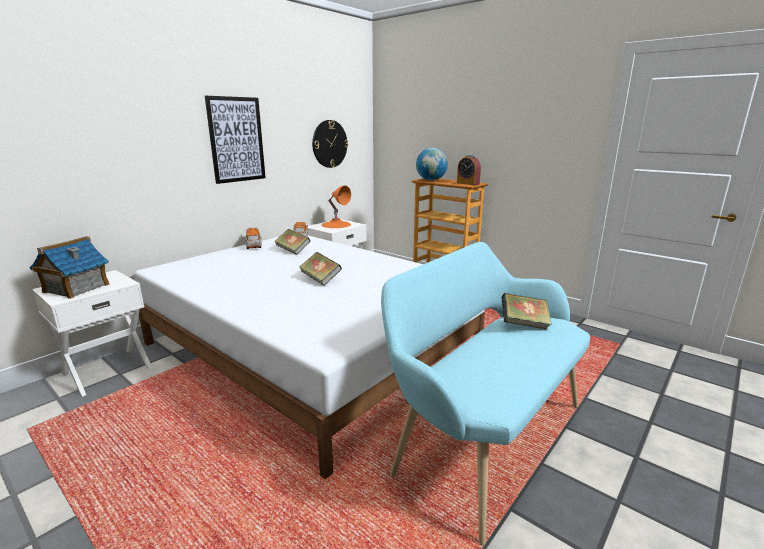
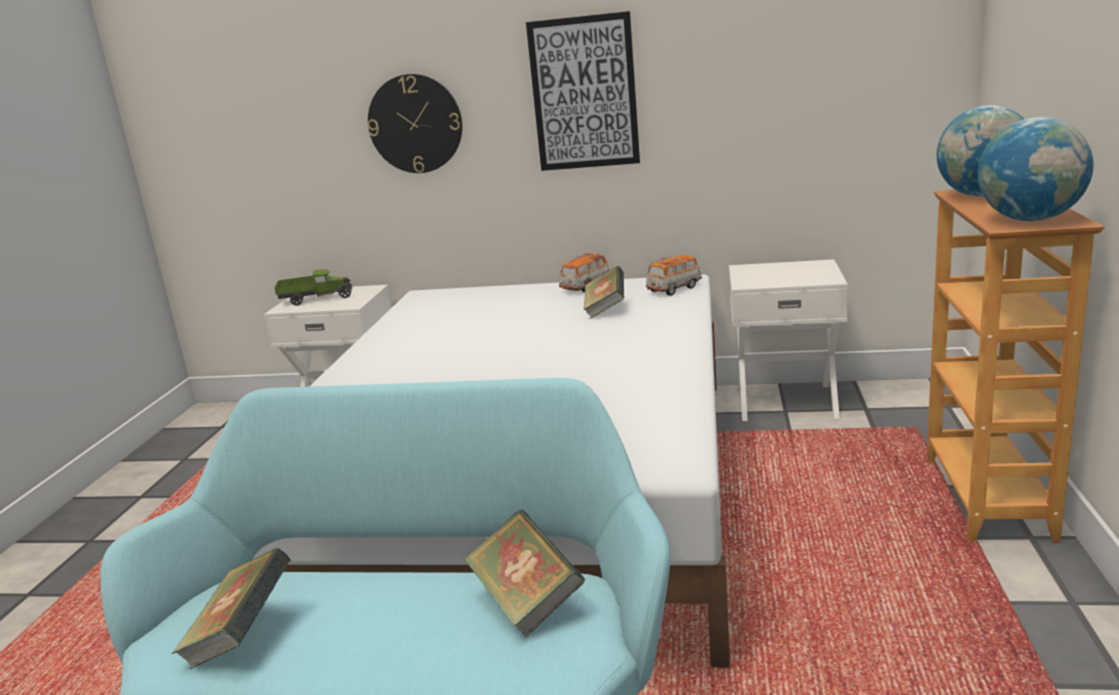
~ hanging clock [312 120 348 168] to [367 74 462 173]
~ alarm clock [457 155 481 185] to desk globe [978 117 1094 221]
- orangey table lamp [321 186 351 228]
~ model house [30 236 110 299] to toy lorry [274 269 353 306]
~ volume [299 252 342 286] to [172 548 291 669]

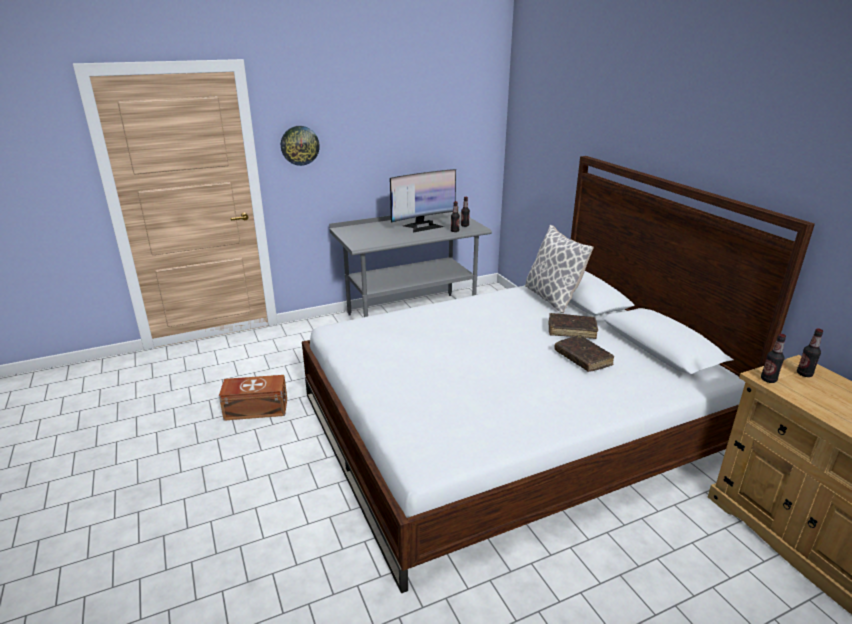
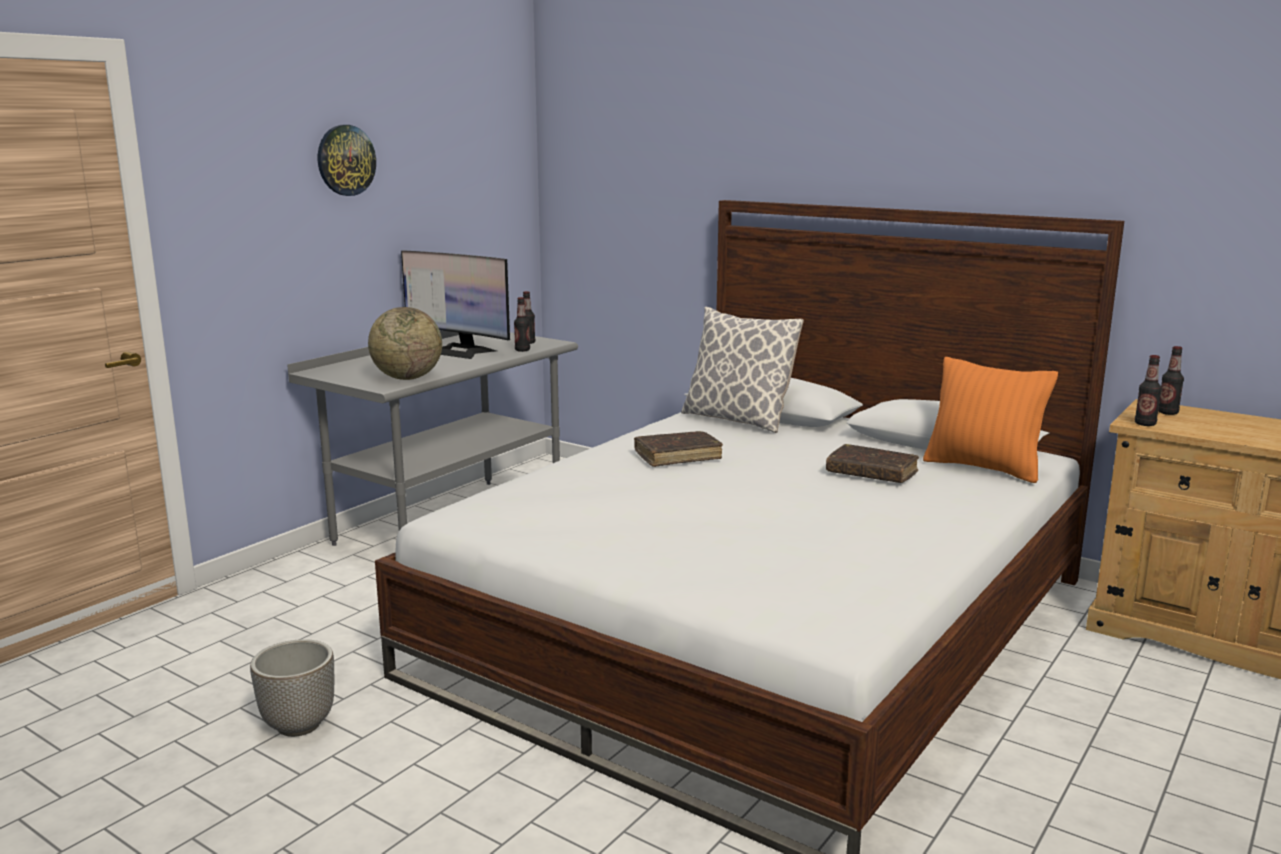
~ hanging clock [281 126 320 166] to [318 125 376 196]
~ monitor [390 169 456 232] = [401 250 510 359] 90 degrees clockwise
~ brown-coloured volume [549 313 598 339] to [634 431 723 467]
~ brown-coloured storage bin [219 375 287 421] to flower pot [250 639 334 737]
+ desk globe [368 307 442 380]
+ orangey pillow [923 357 1058 483]

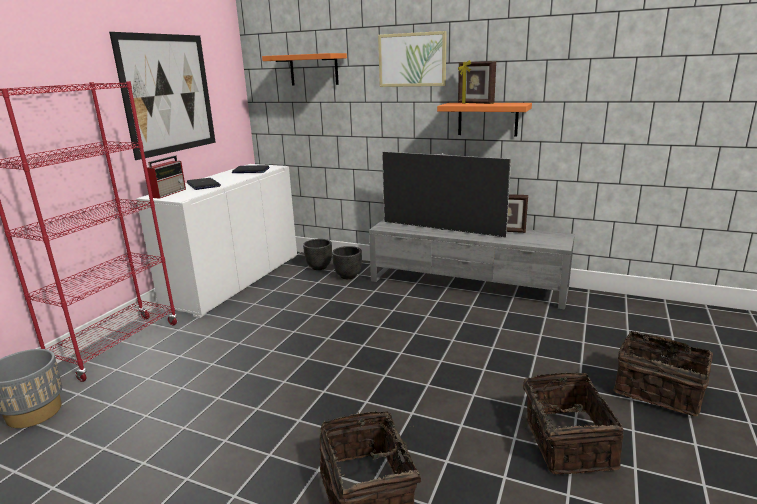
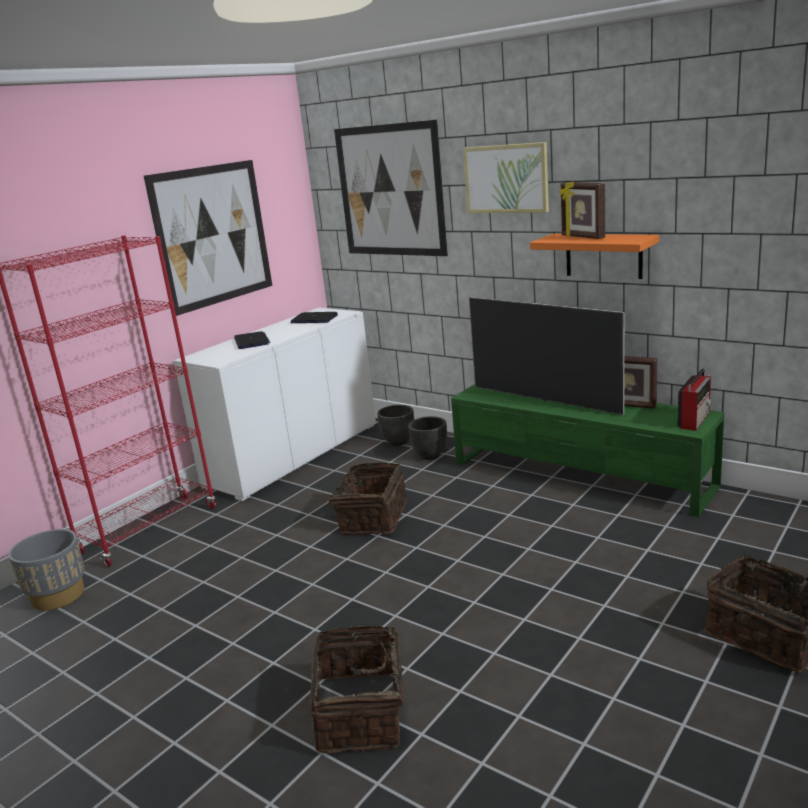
~ orangey shelf [262 53 347 86] to wall picture [334 120 448 256]
~ radio set [147 156 186 199] to [677 368 711 431]
~ grey tv stand [369 219 575 310] to green-coloured tv stand [451 384 725 517]
~ storage basket [523 373 624 474] to [323 462 407 535]

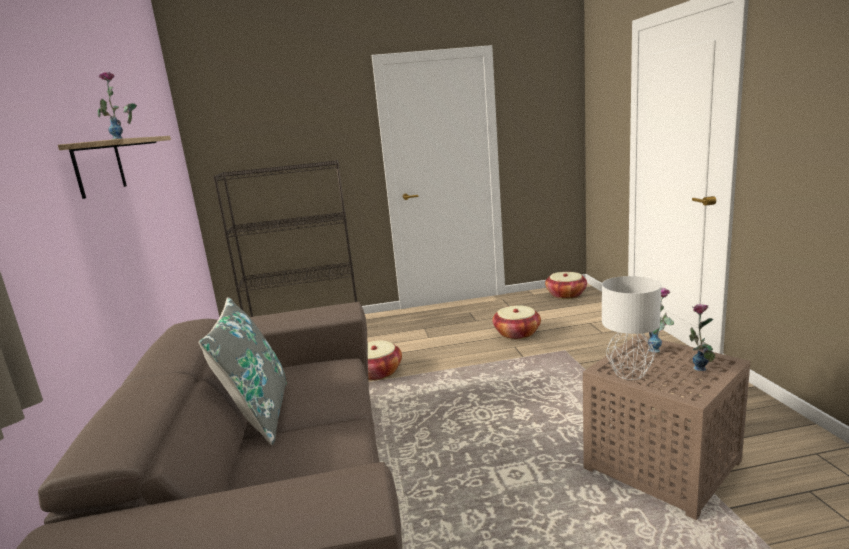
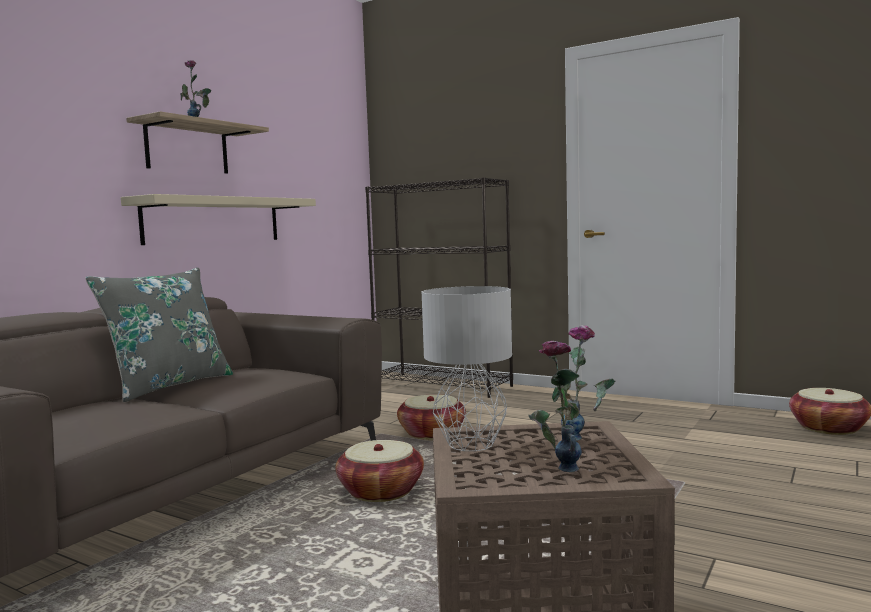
~ storage basket [492 305 541 339] to [335 440 424 502]
+ beige shelf [121 194 316 245]

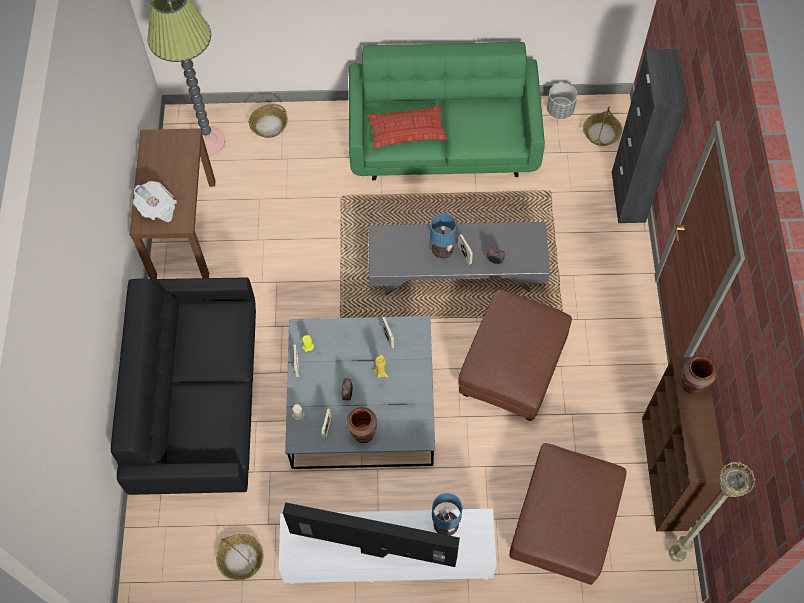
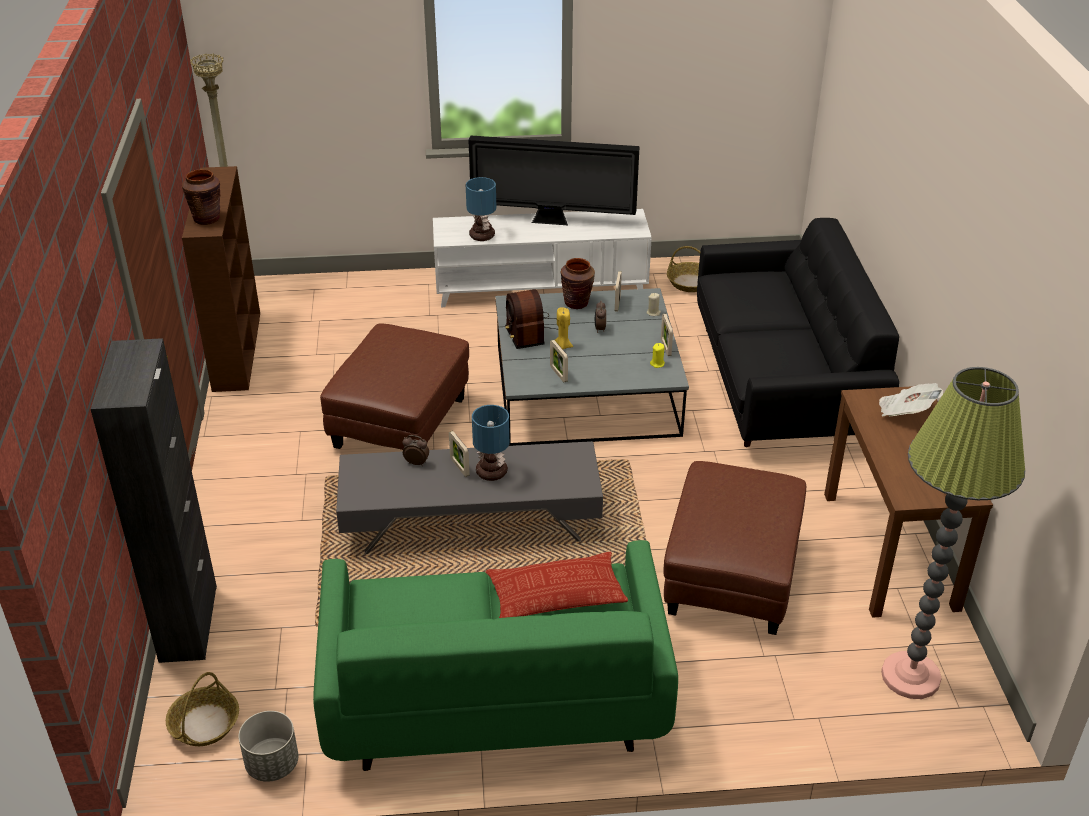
- storage basket [249 104 288 138]
~ brown-coloured pouffe [509 443 627 585] to [663 461 806 635]
+ radio set [505 289 556 349]

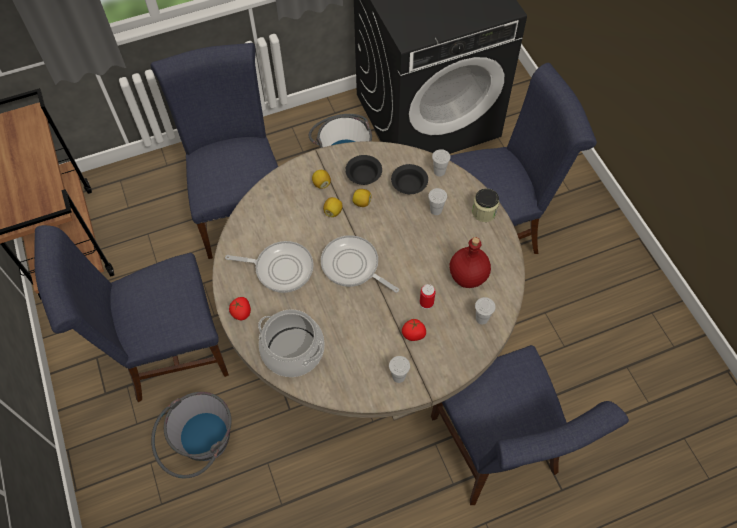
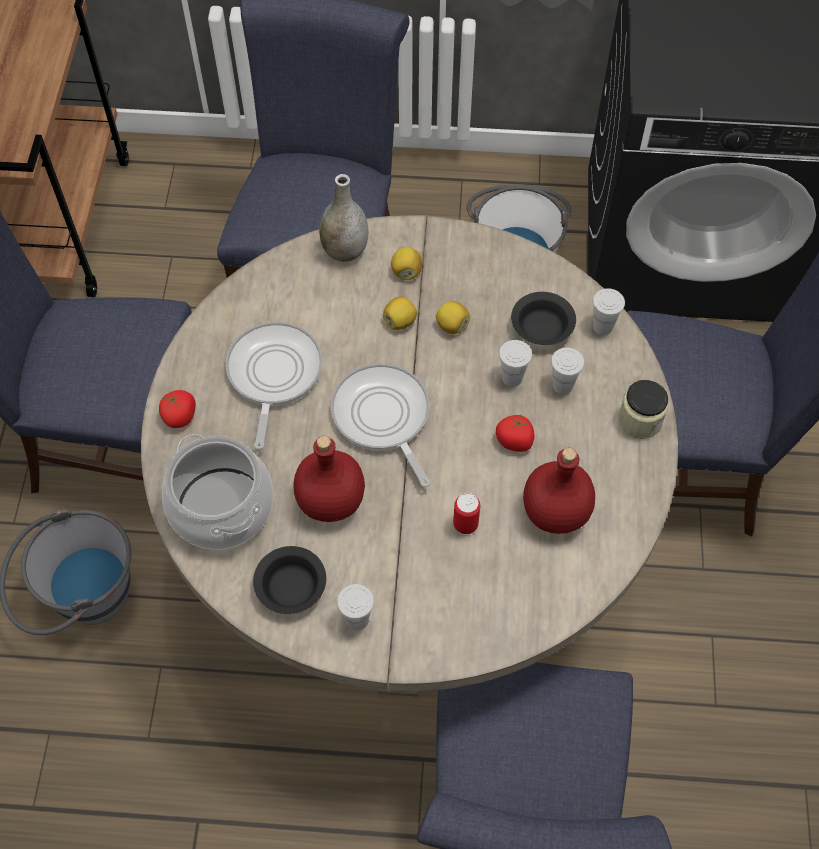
~ black-coloured bowl [345 155 382 185] to [253 546 326 614]
~ pan [225 241 314 293] = [226 322 322 450] 120 degrees counterclockwise
~ white cup [475 297 496 325] to [499 340 532 387]
~ tomato [402 319 426 341] to [496 415 535 452]
+ grey vase [319 174 368 262]
+ red-coloured beverage bottle [293 436 365 522]

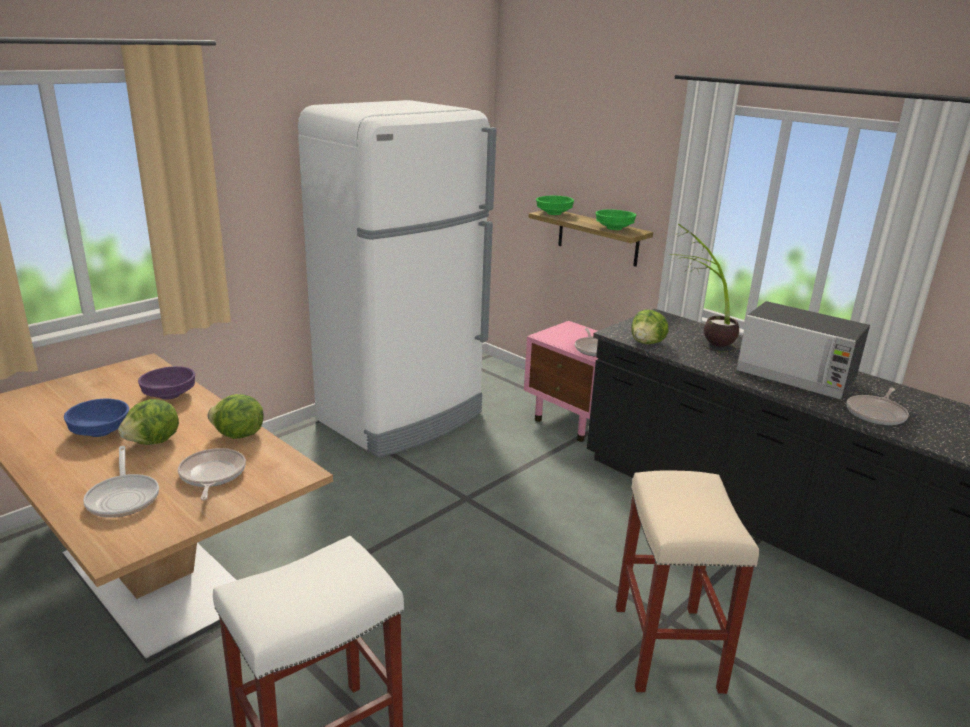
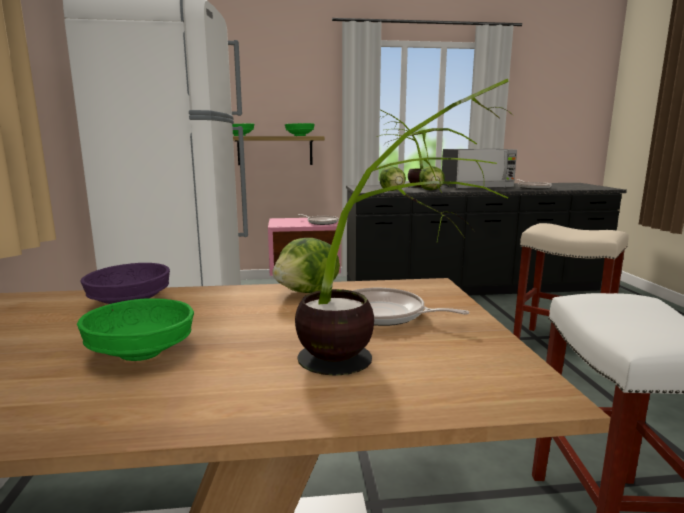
~ bluish bowl [64 399 129 437] to green-coloured bowl [77 299 194 361]
~ head of lettuce [118 399 179 445] to [419 166 445 190]
~ pan [83 446 159 518] to potted plant [295 78 514 376]

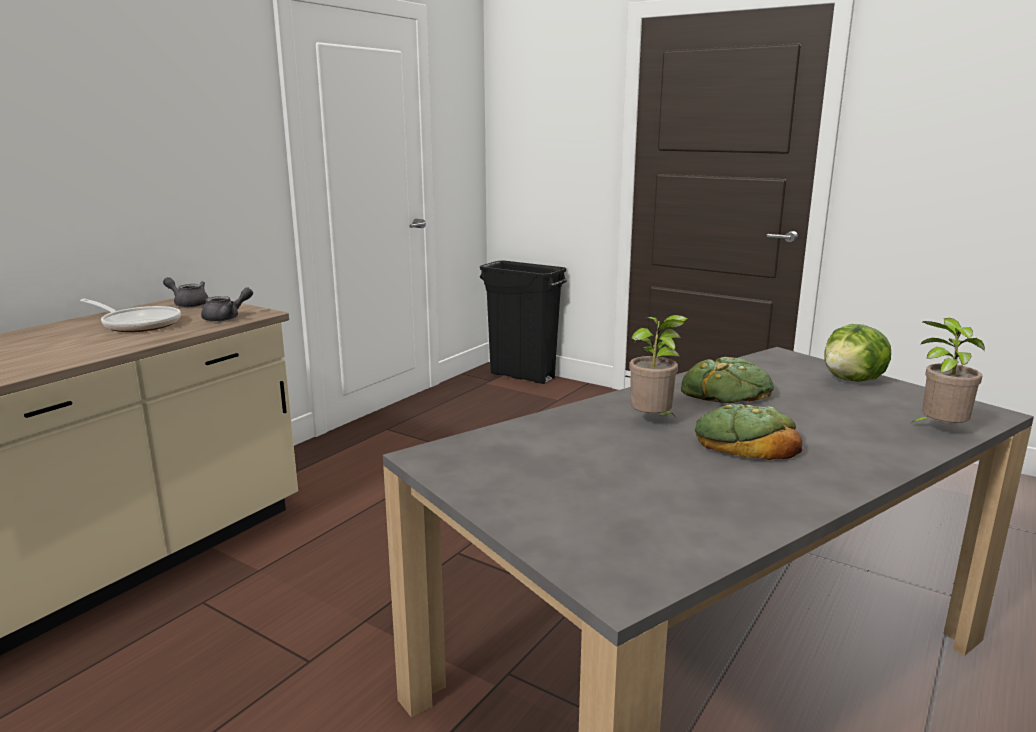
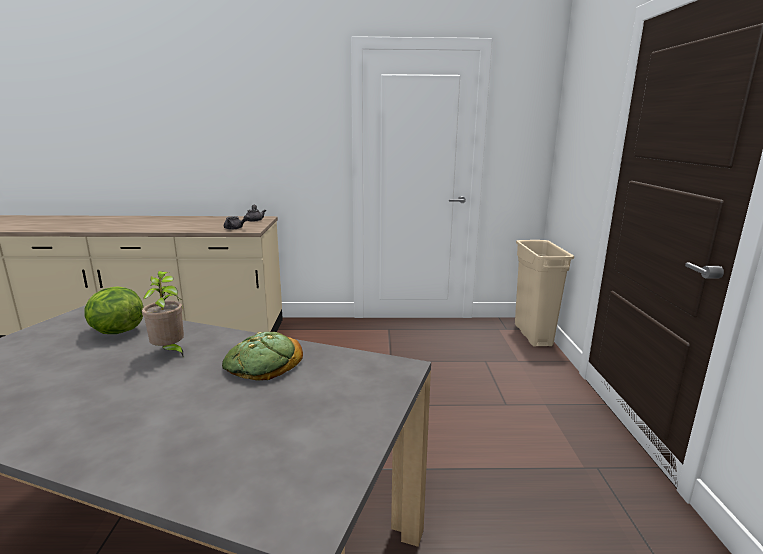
~ black-coloured trash can [480 260 567 384] to beige trash can [515 240 574 347]
- pan [80 299 181 332]
- potted plant [909 318 985 424]
~ head of lettuce [824 324 891 381] to [84 286 144 334]
- bread [695 404 802 460]

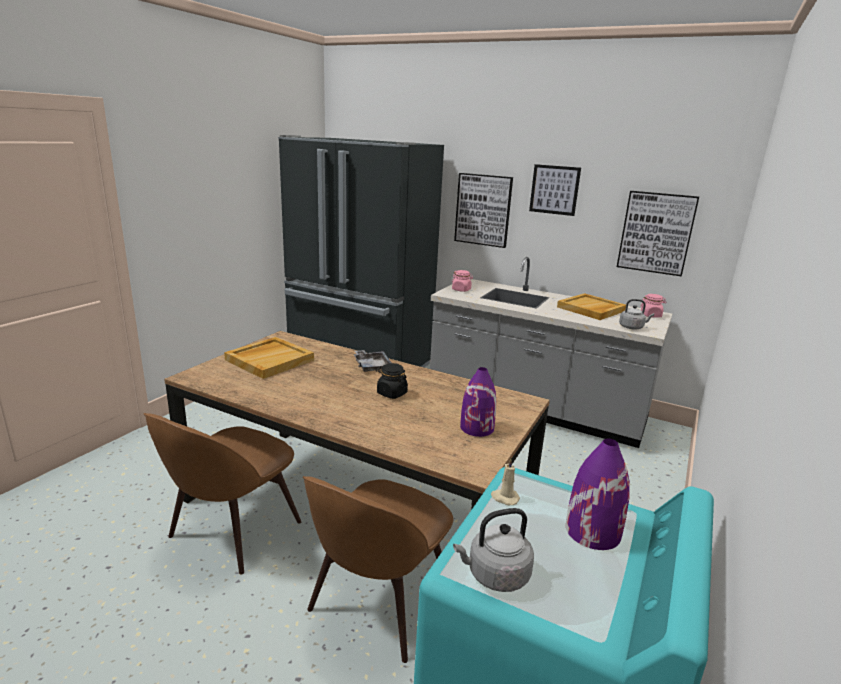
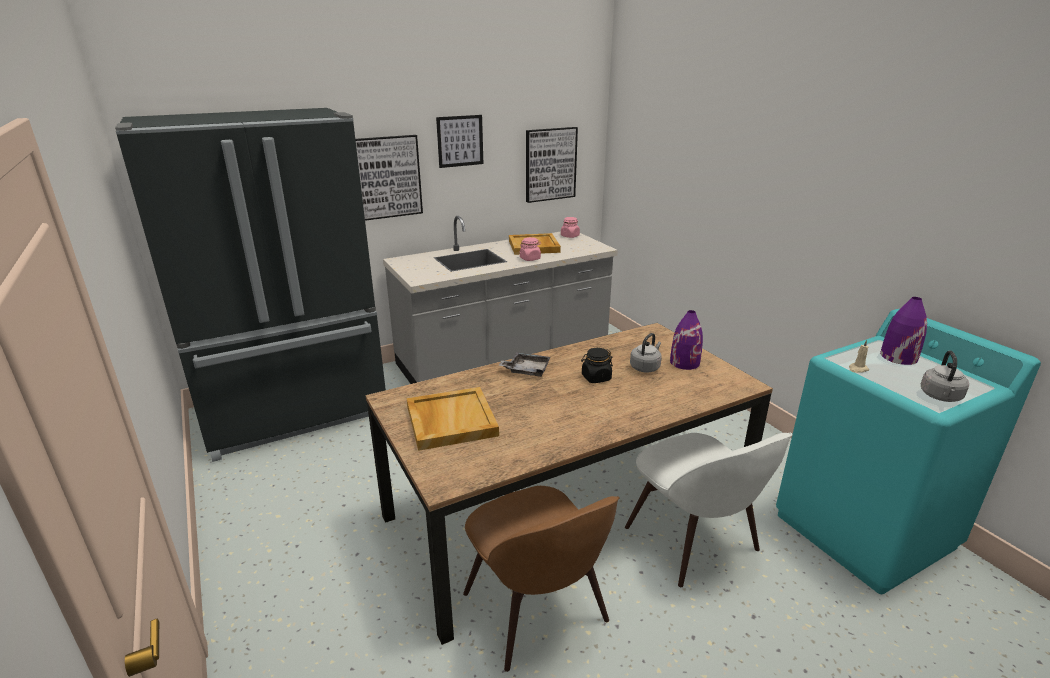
~ pinkish preserve jar [452 270 473 292] to [520 237 541 261]
~ grey kettle [619 299 654 329] to [630 333 662 373]
~ brown-coloured upright chair [303 476 453 663] to white upright chair [625 433 792 587]

